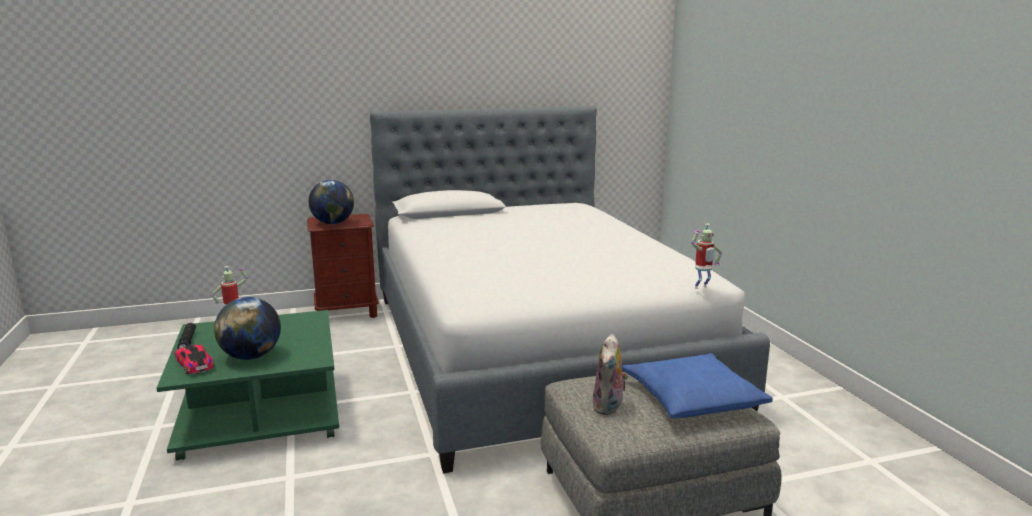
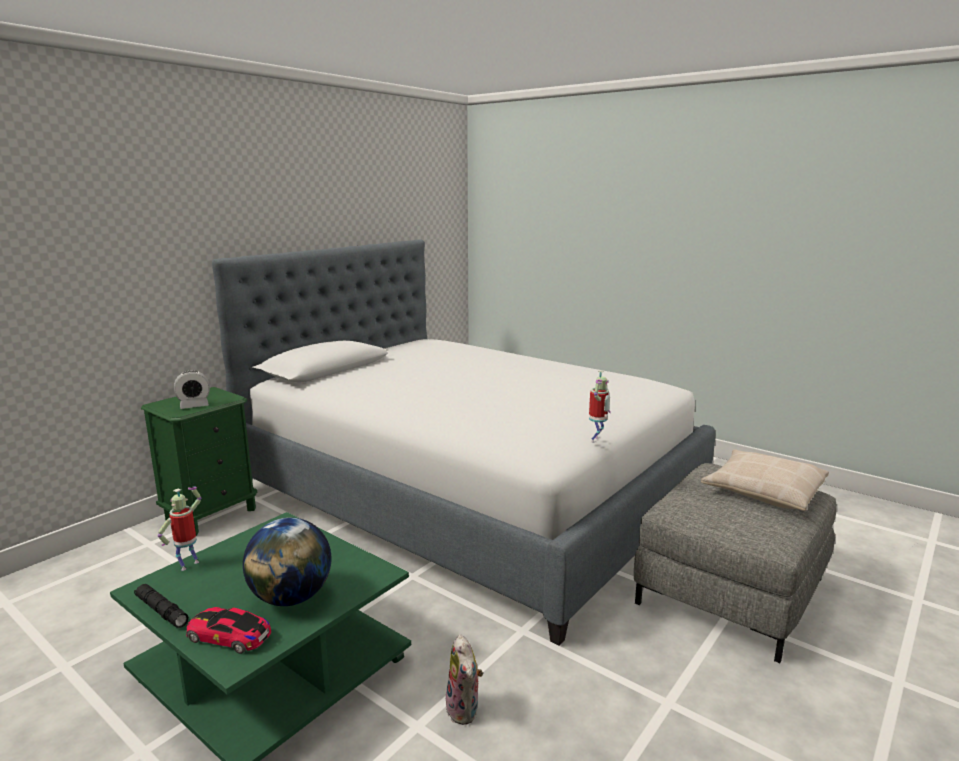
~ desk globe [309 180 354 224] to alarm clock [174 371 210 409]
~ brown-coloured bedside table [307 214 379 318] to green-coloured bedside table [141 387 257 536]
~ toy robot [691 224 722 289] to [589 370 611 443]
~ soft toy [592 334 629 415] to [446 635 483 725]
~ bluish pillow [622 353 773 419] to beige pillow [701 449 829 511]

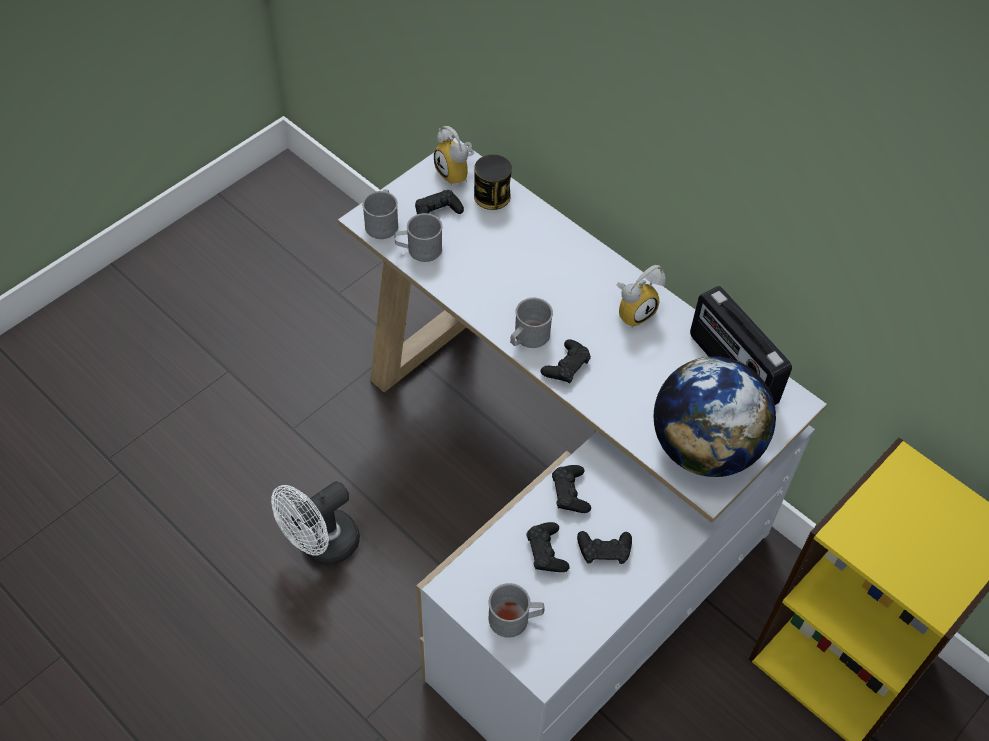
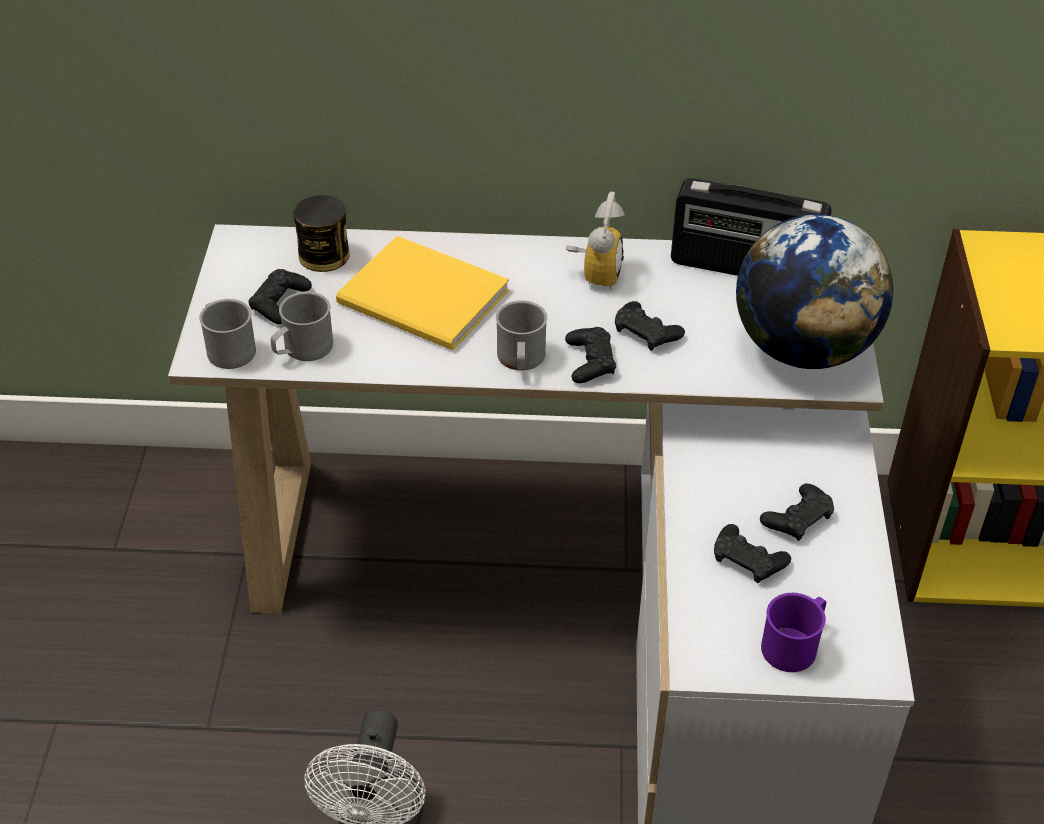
- alarm clock [434 126 474 186]
~ black-coloured game controller [552 465 591 513] to [615 301 685 351]
~ grey coffee mug [489 583 544 638] to purple-coloured coffee mug [761 593 826 672]
+ yellowish volume [336 236 509 350]

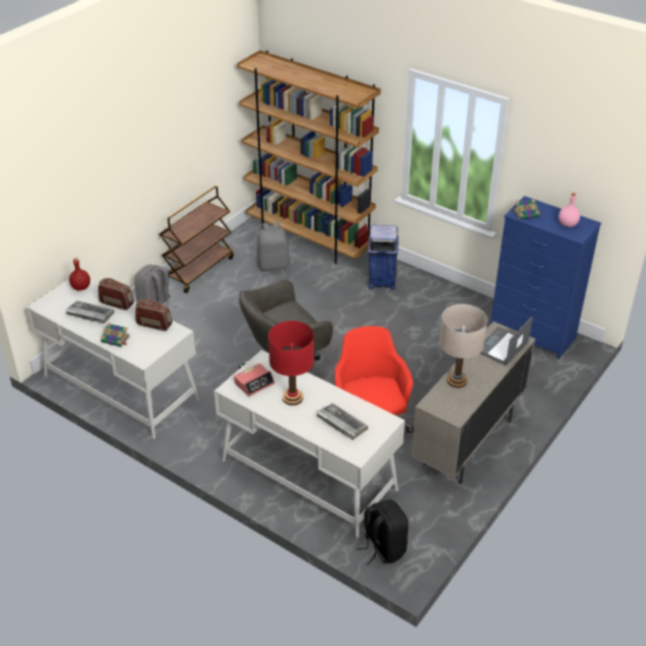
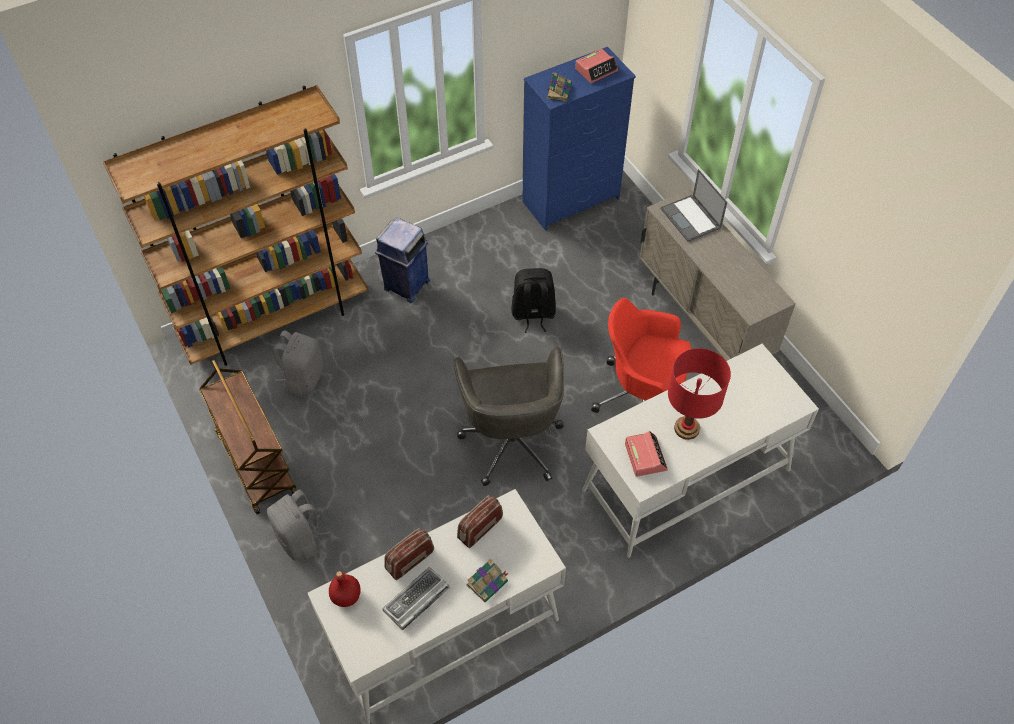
~ pinkish beverage bottle [559 192 580 227] to alarm clock [575 49 618 83]
- beige table lamp [439 304 487 388]
- computer keyboard [317 403 368 440]
~ black-coloured knapsack [357 499 408 564] to [511 268 556 333]

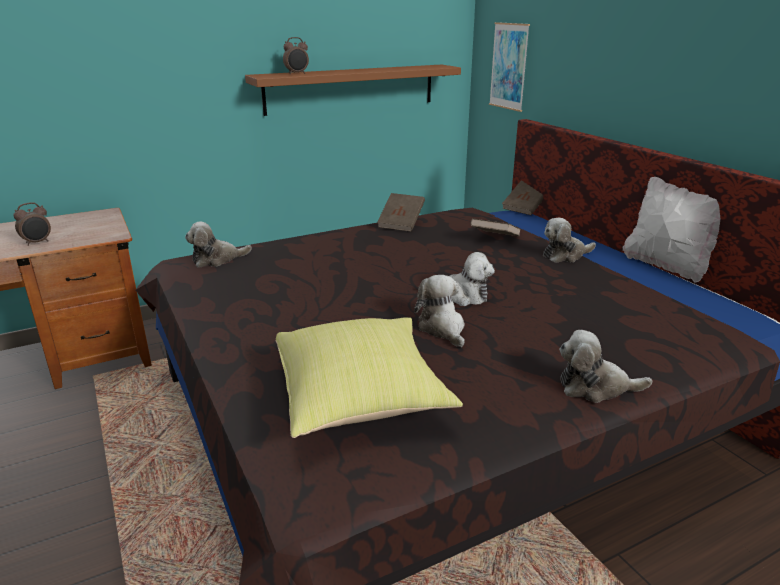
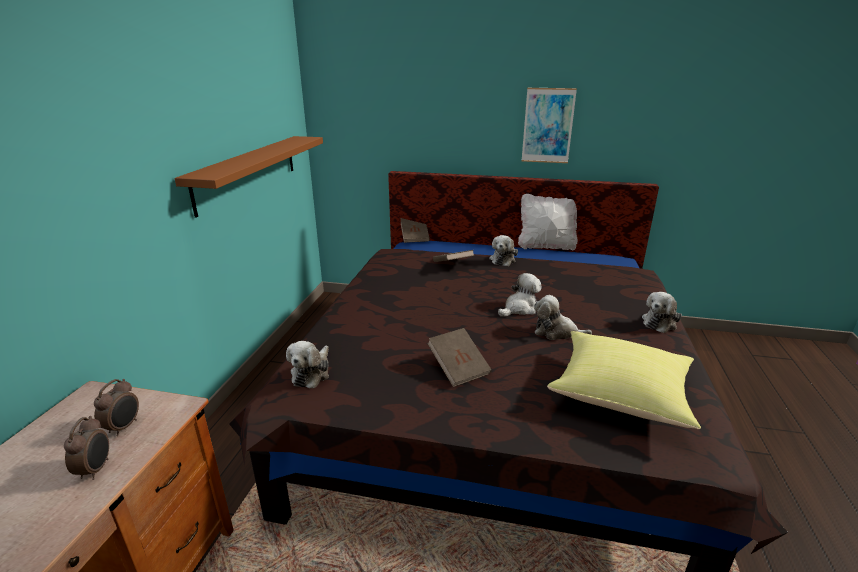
~ wall picture [489 22 530 112] to [522 88 577 163]
~ alarm clock [283 37 309 75] to [94 379 139 436]
~ brown-coloured volume [377 193 425 232] to [427 328 492 387]

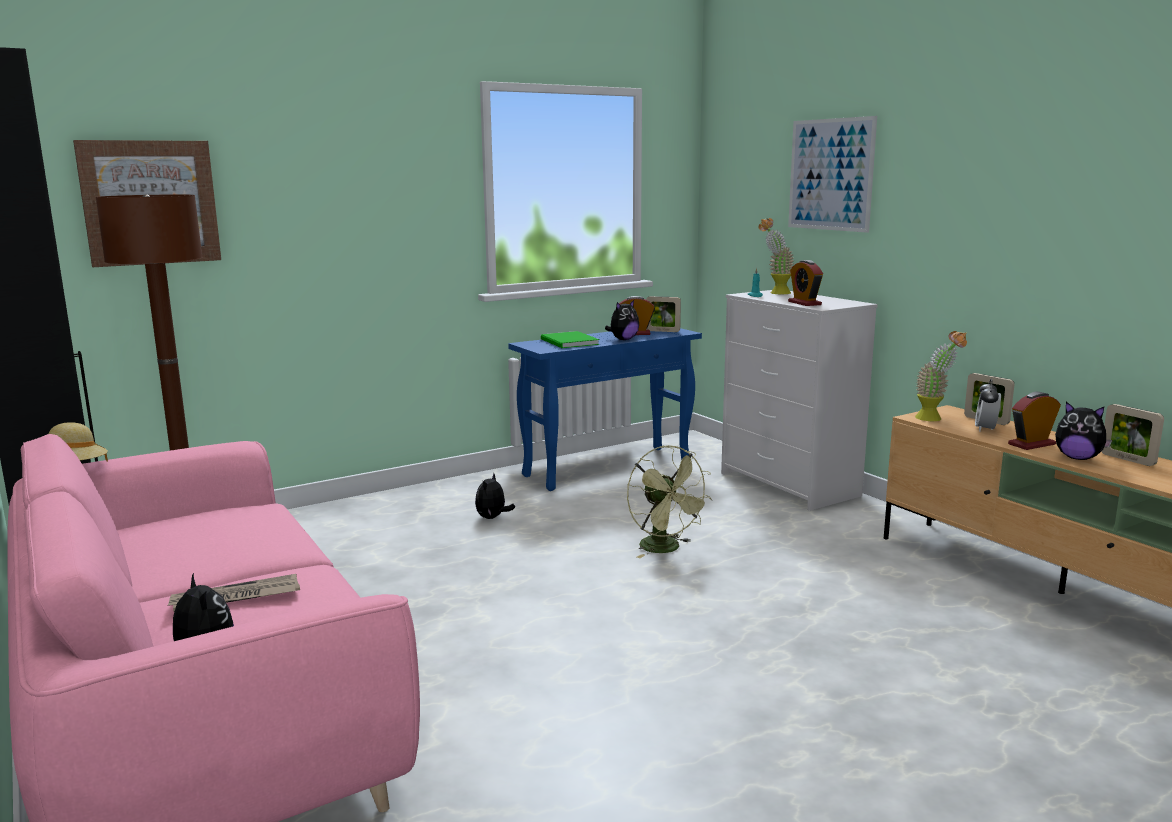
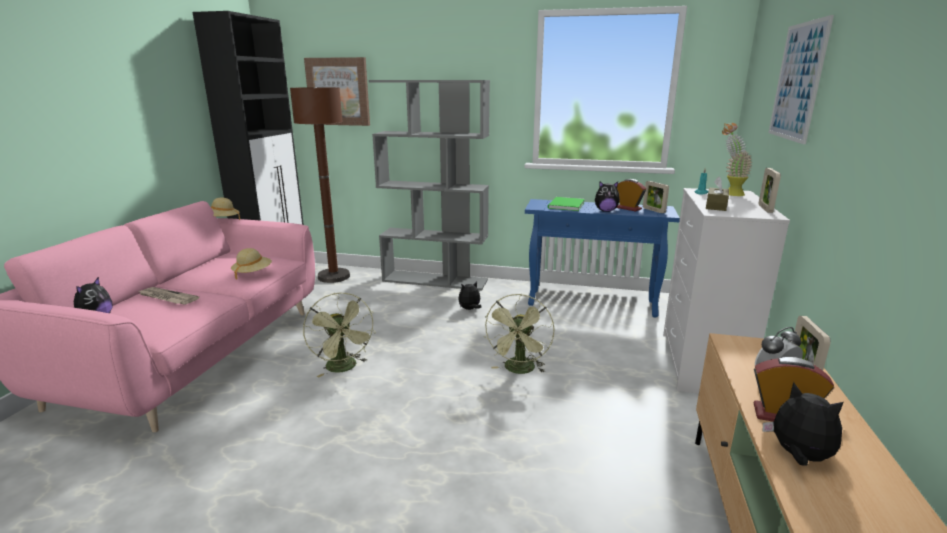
~ alarm clock [788 260 823 306] to brown-coloured tissue box [706 176 729 211]
- potted plant [915 331 967 421]
~ soft toy [1055 402 1112 460] = [763 382 844 466] 150 degrees clockwise
~ picture frame [1101 404 1164 466] to [759 168 781 213]
+ grey shelving unit [369 80 490 291]
+ beige hat [231 248 272 280]
+ green-coloured electric fan [303 293 376 378]

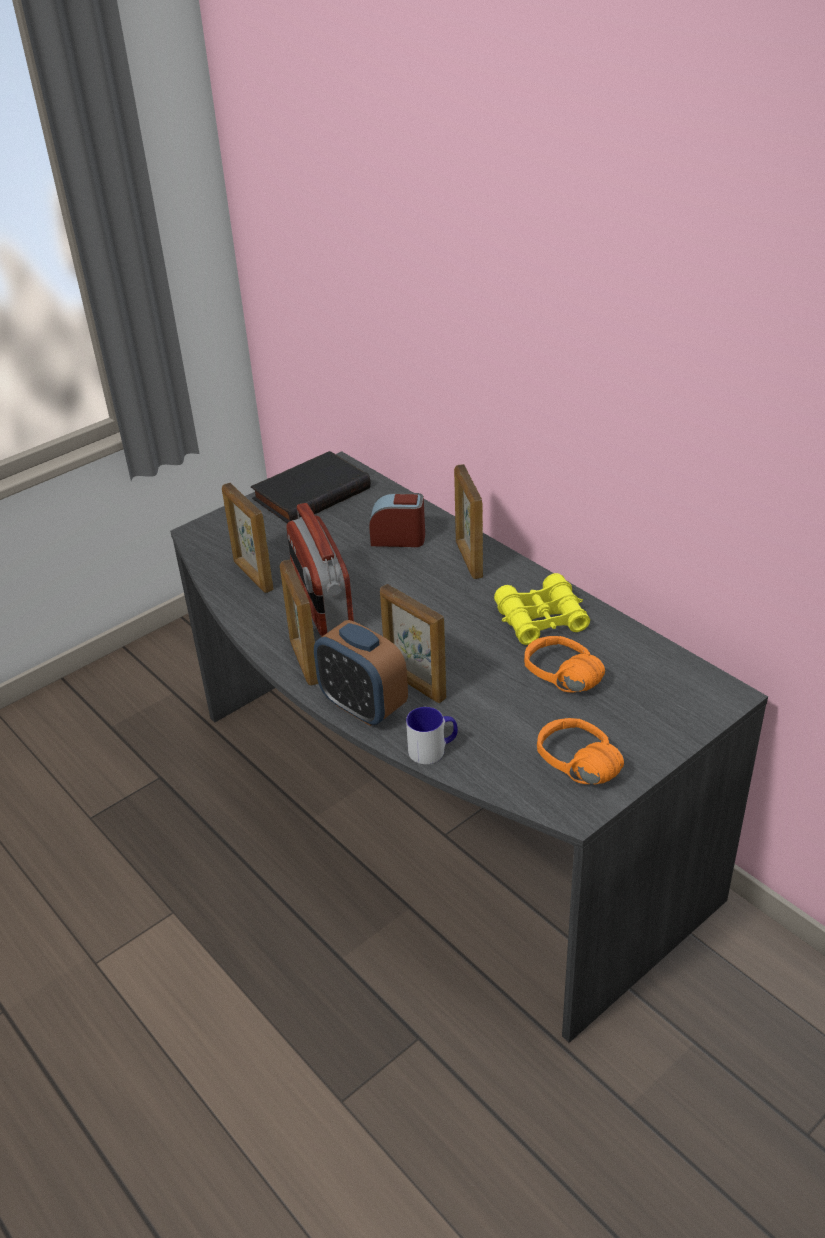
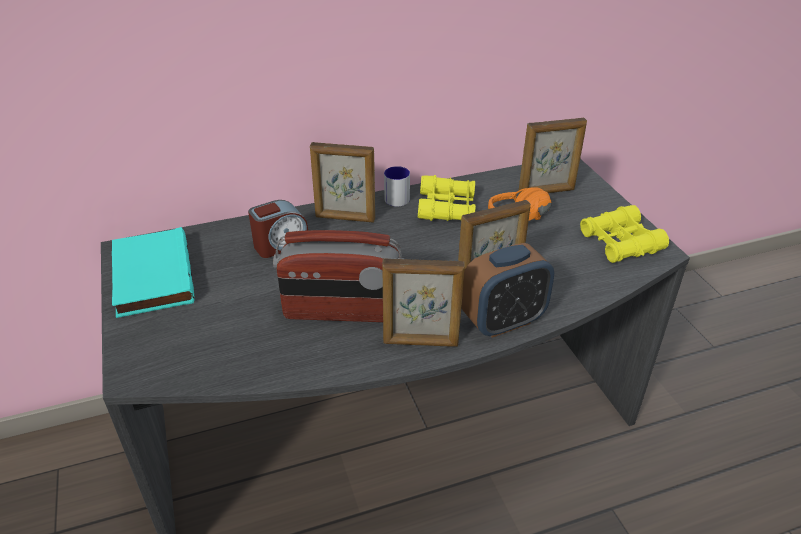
~ black-coloured volume [251 451 371 523] to turquoise volume [112 227 195 318]
~ picture frame [222 483 274 593] to [518 118 587 194]
~ alarm clock [369 493 425 547] = [248 200 308 258] 150 degrees counterclockwise
~ coffee mug [406 707 458 764] to [384 166 410 207]
~ orangey headphones [537 718 624 784] to yellowish pair of binoculars [580 205 669 263]

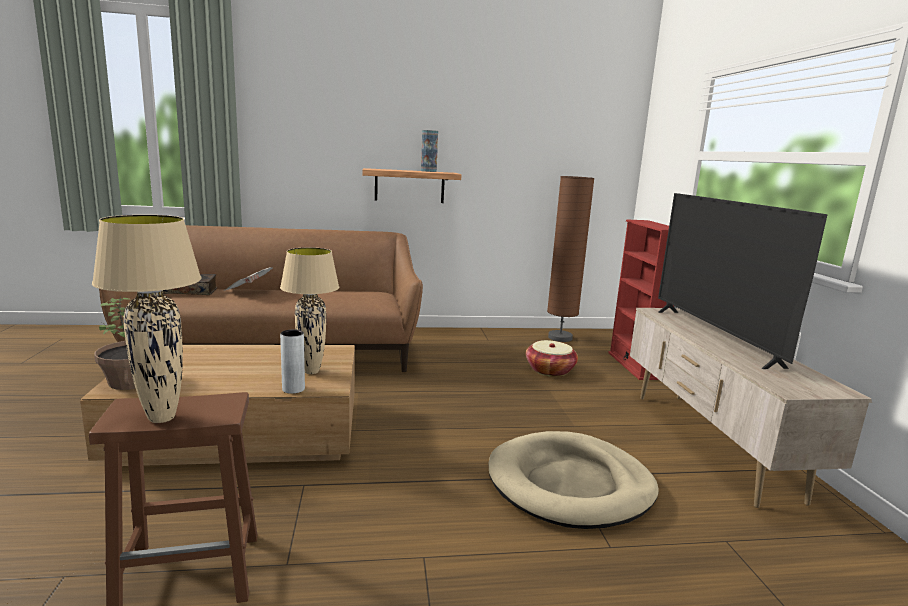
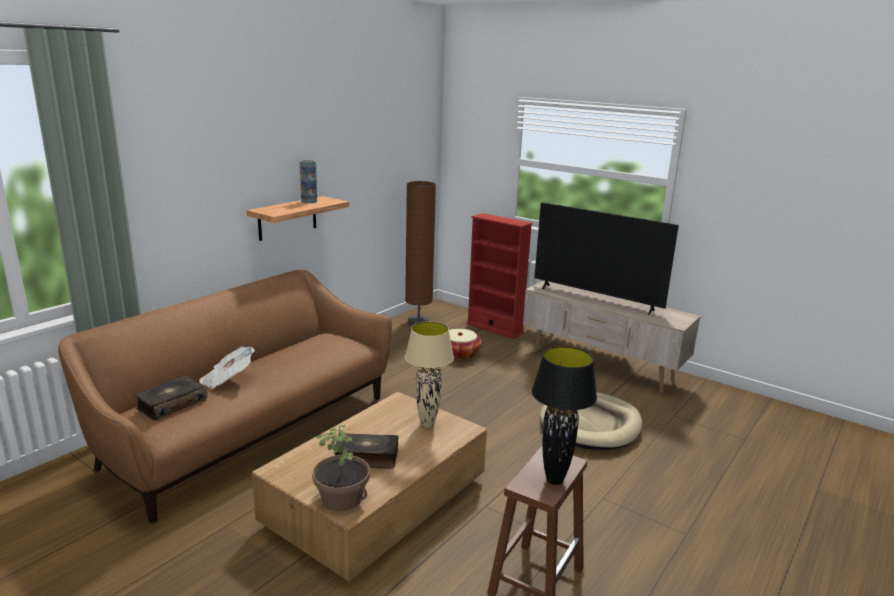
~ beige table lamp [92 215 202 423] to black-coloured table lamp [531 346 597 485]
- grey vase [280 330 305 394]
+ volume [333 433 399 469]

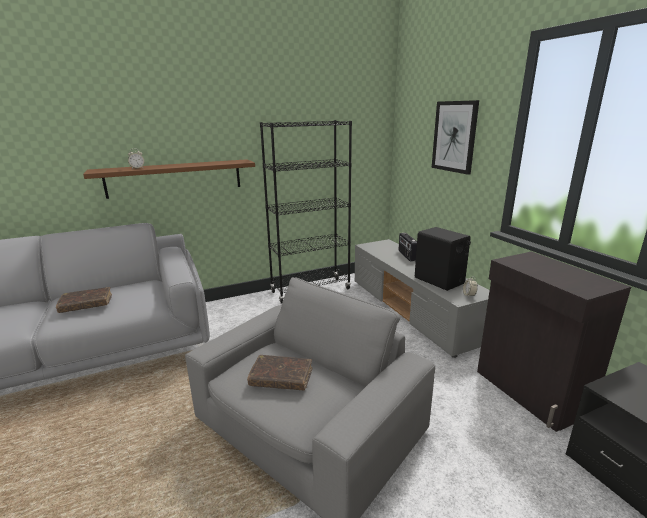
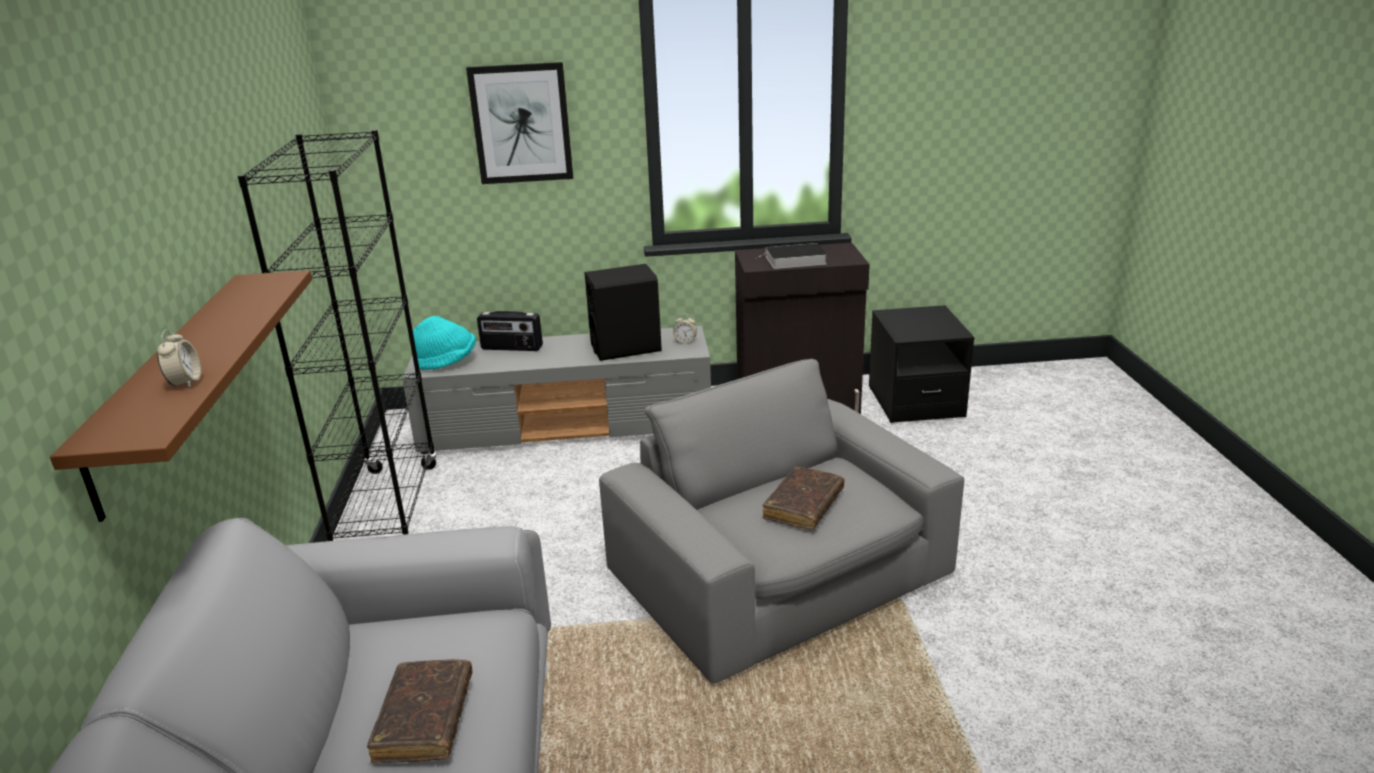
+ volume [759 243 827 269]
+ turquoise hat [413 316 476 370]

